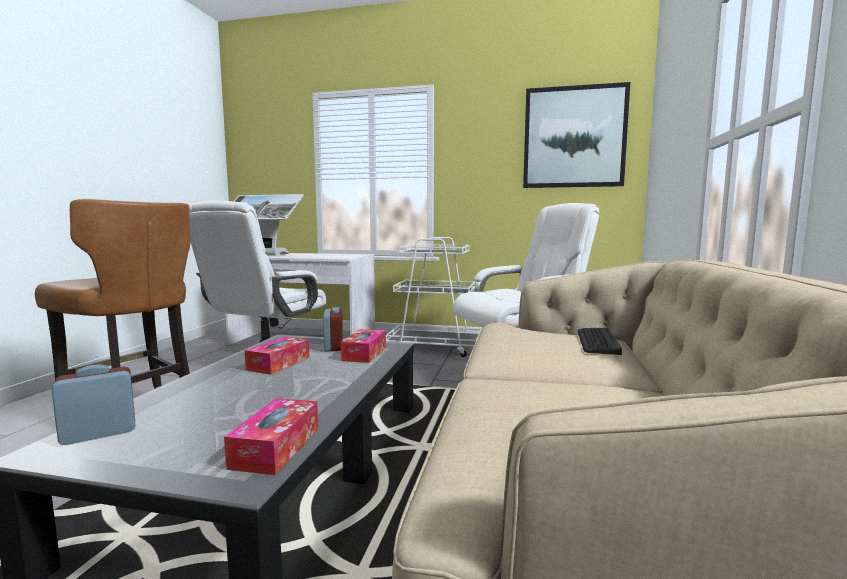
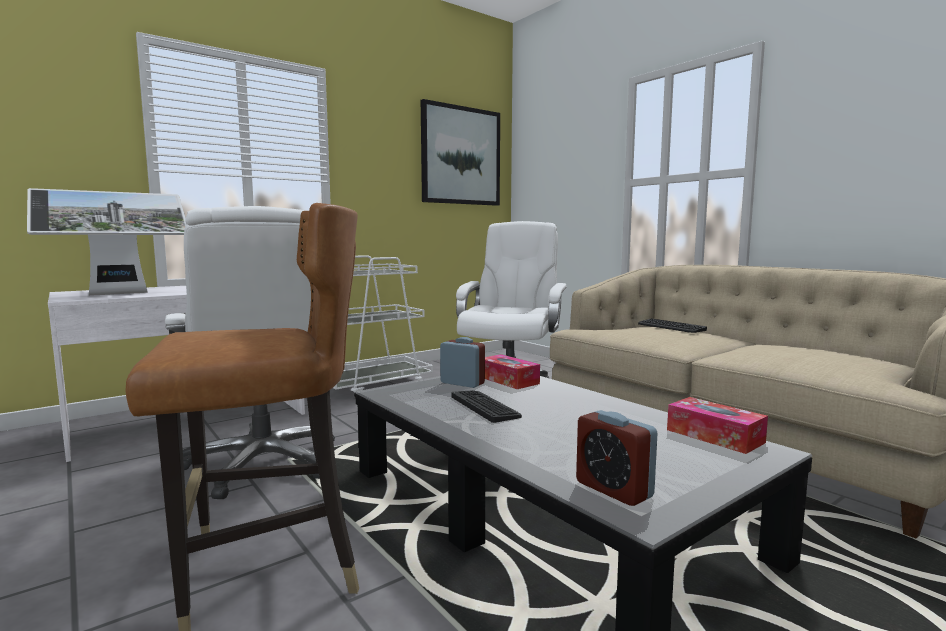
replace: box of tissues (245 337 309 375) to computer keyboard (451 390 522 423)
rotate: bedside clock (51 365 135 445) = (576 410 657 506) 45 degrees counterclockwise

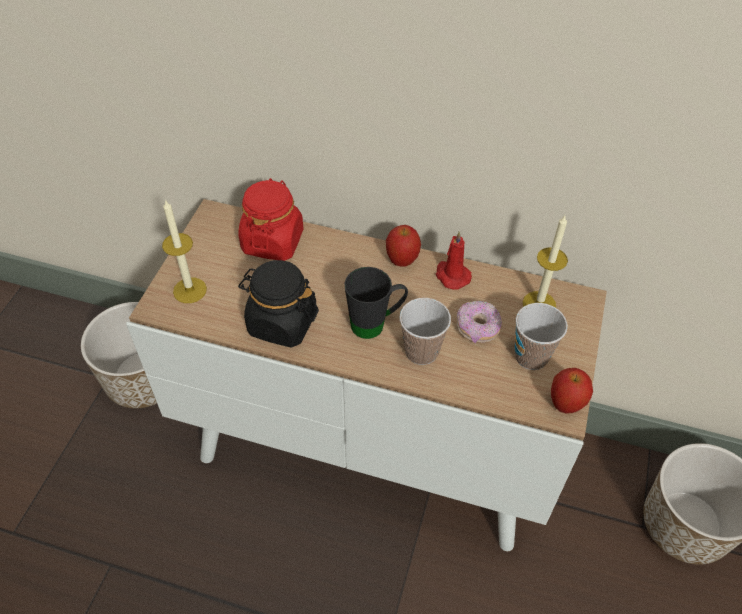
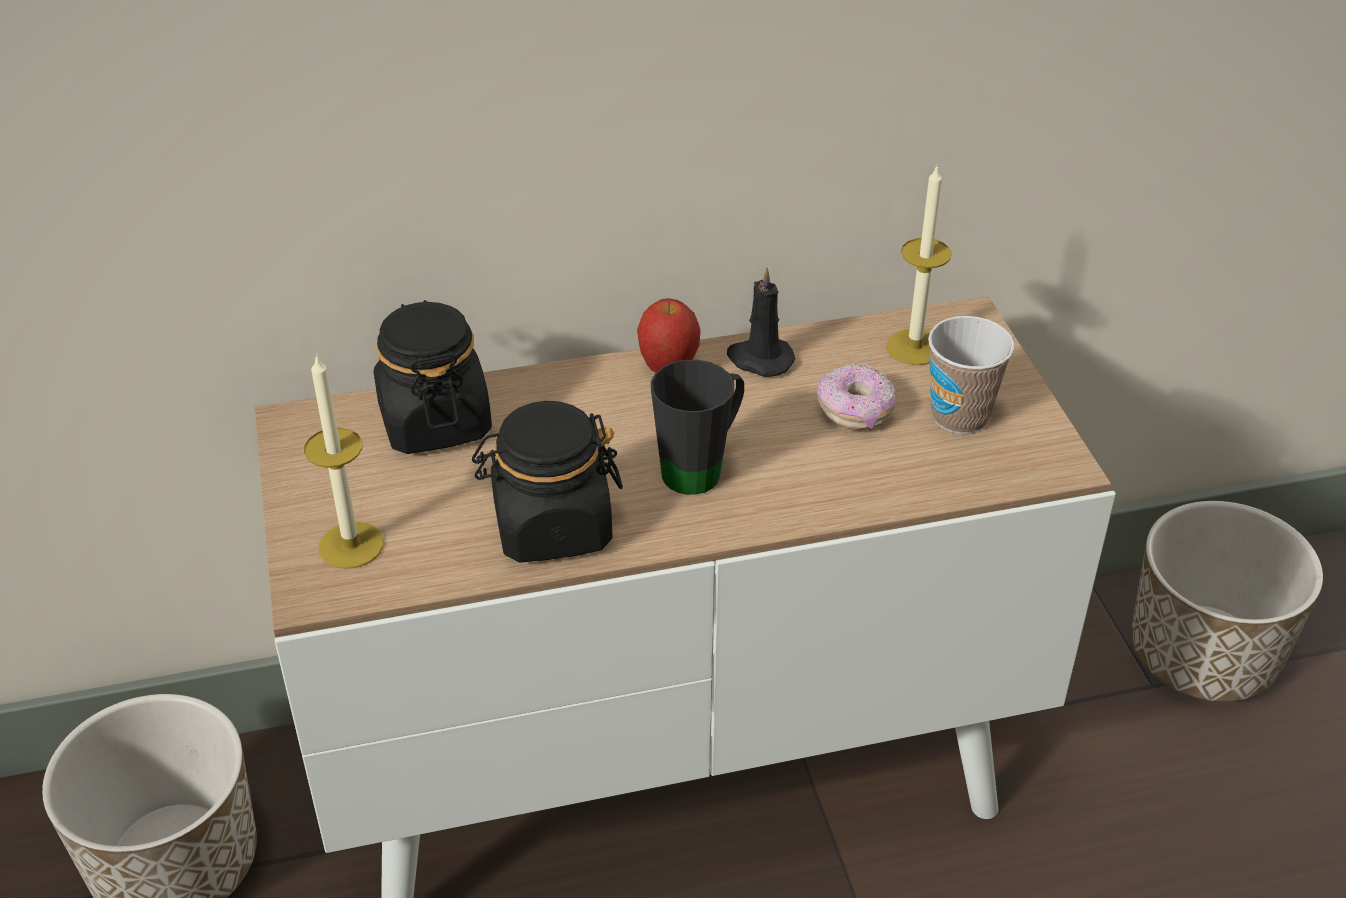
delete: cup (400 298 451 365); apple fruit (551 368 593 413)
recolor: storage jar (red-coloured) (238 178 303 261) to storage jar (blackish) (373 300 492 454); wax candle (red-coloured) (436 231 472 289) to wax candle (blackish) (727 266 796 377)

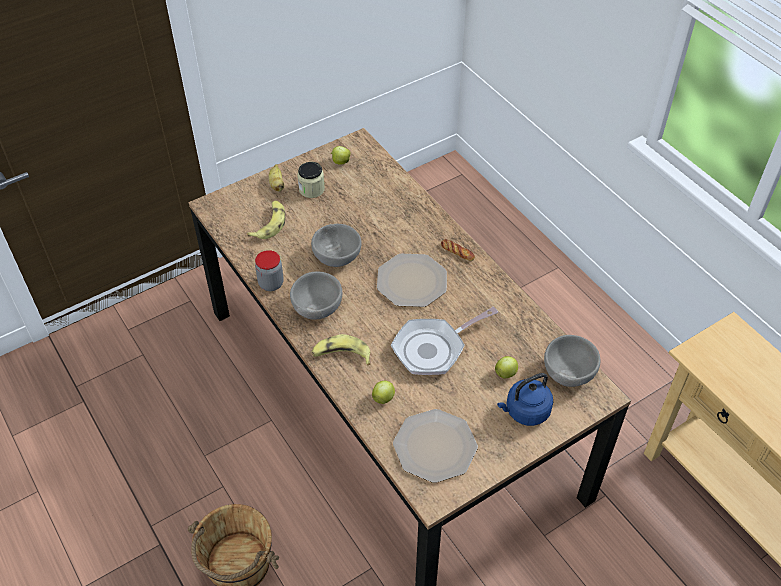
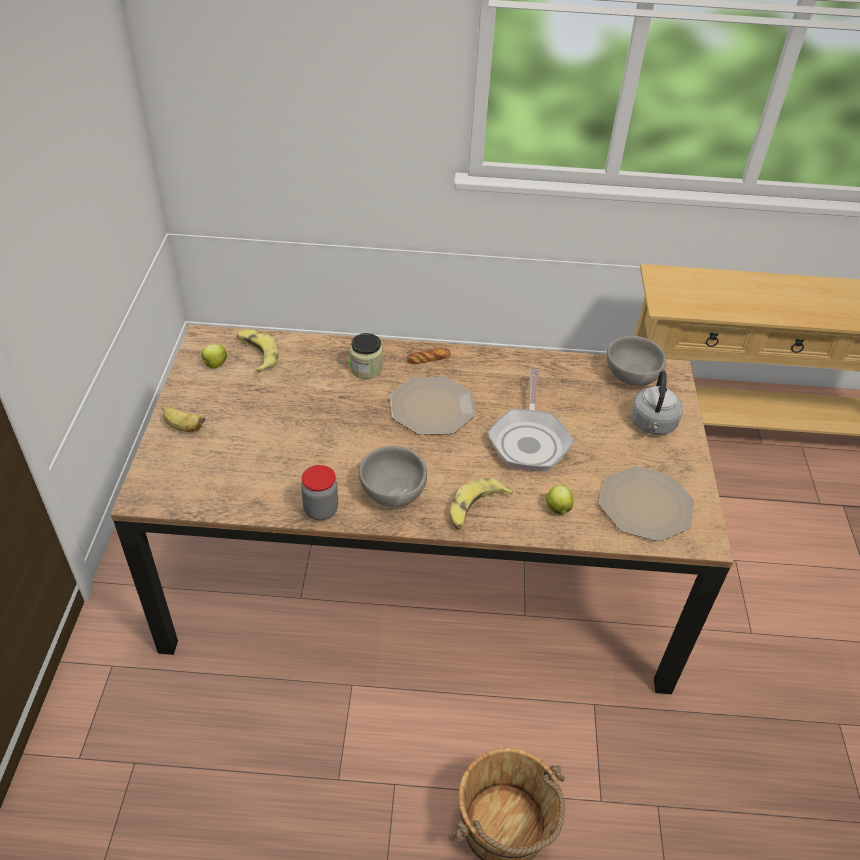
delete: serving bowl (gray) (311 224 362 267); apple fruit (495 356 518 379)
move: banana fruit (247 201 285 239) to (236 330 279 373); storage jar (297 162 325 198) to (350 333 383 379)
recolor: water kettle (blue) (497 373 553 426) to water kettle (gray) (631 370 683 435)

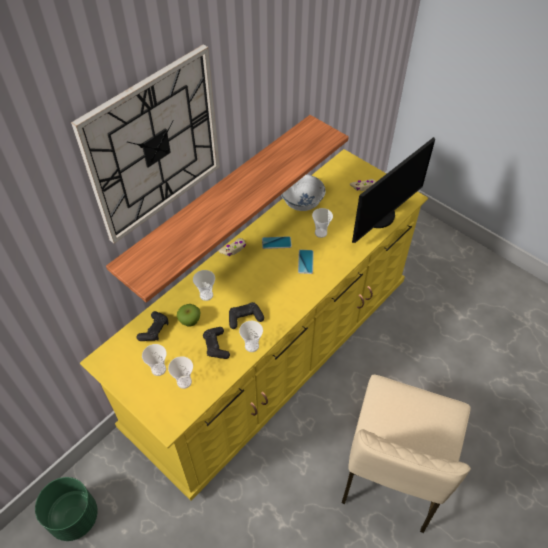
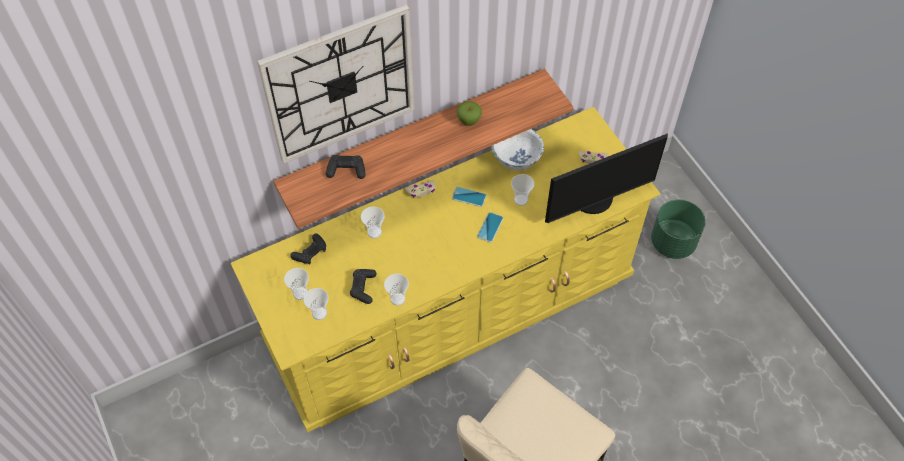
move: plant pot (greenish) (35 477 98 541) to (651 199 705 259); apple fruit (177 304 201 327) to (457 101 482 126); joypad (blackish) (229 302 264 329) to (326 155 366 179)

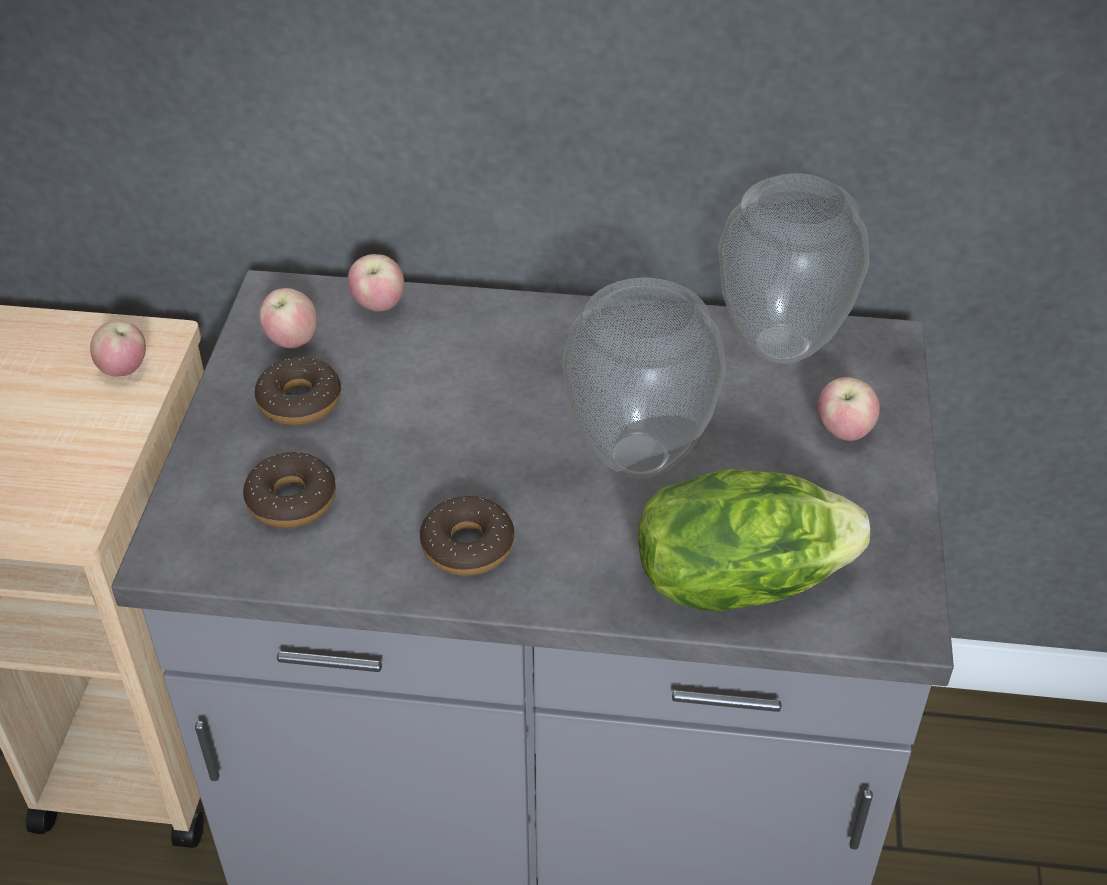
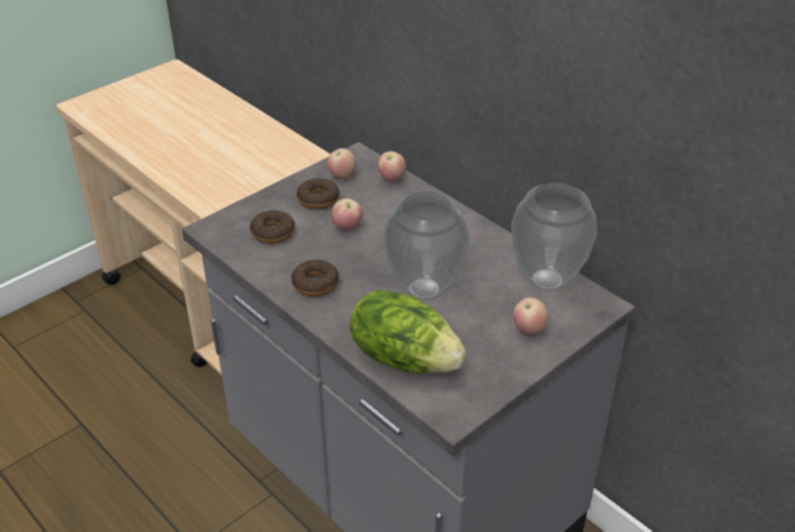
move: apple fruit (90 321 146 377) to (331 198 362 230)

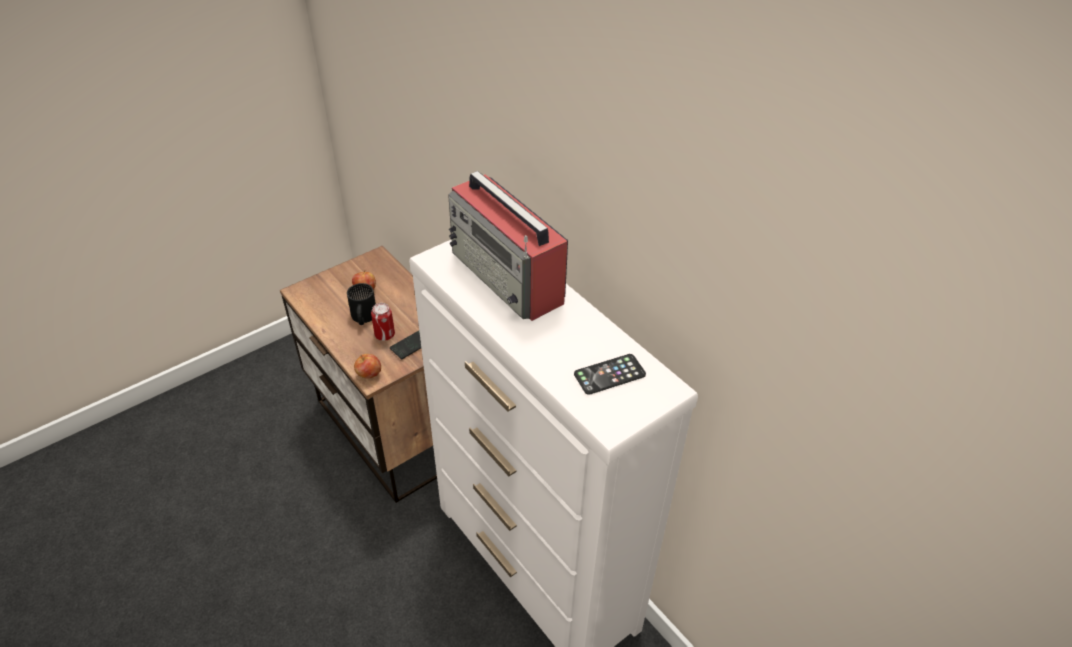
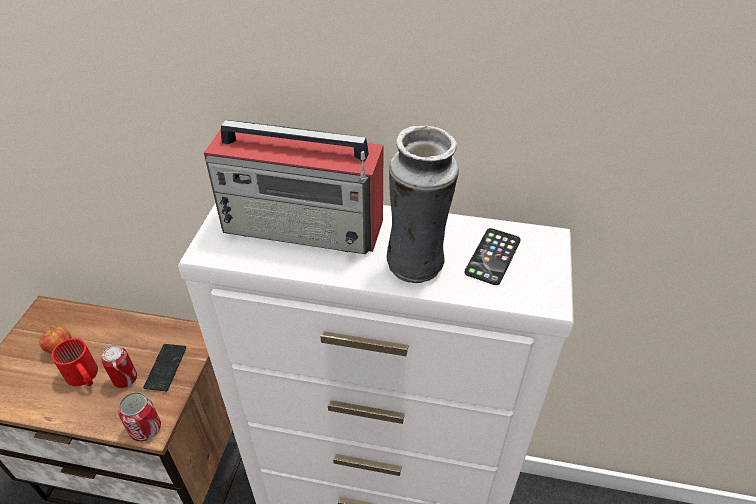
insert: flower vase (386 126 459 283)
replace: apple fruit (354 354 381 379) to sealed can (118 392 161 442)
recolor: coffee mug (blackish) (347 283 376 325) to coffee mug (red-coloured) (52 338 98 386)

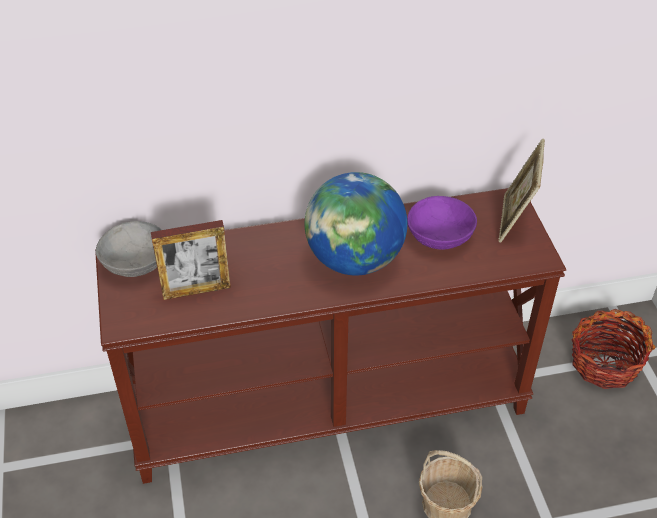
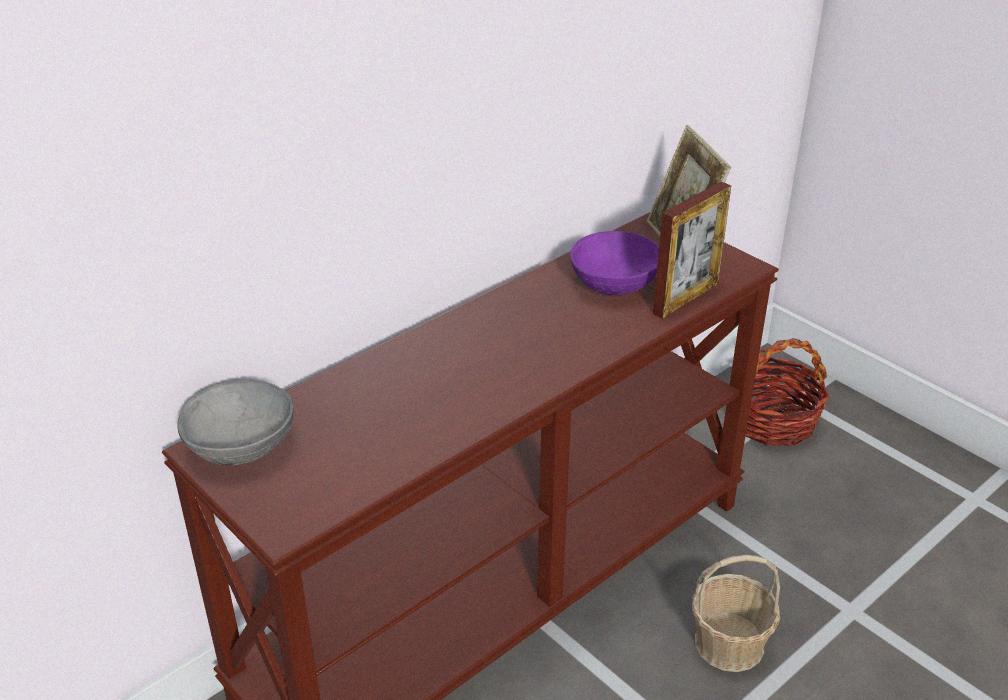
delete: world globe (305 172 407 276)
move: photo frame (151 220 231 300) to (653 181 731 319)

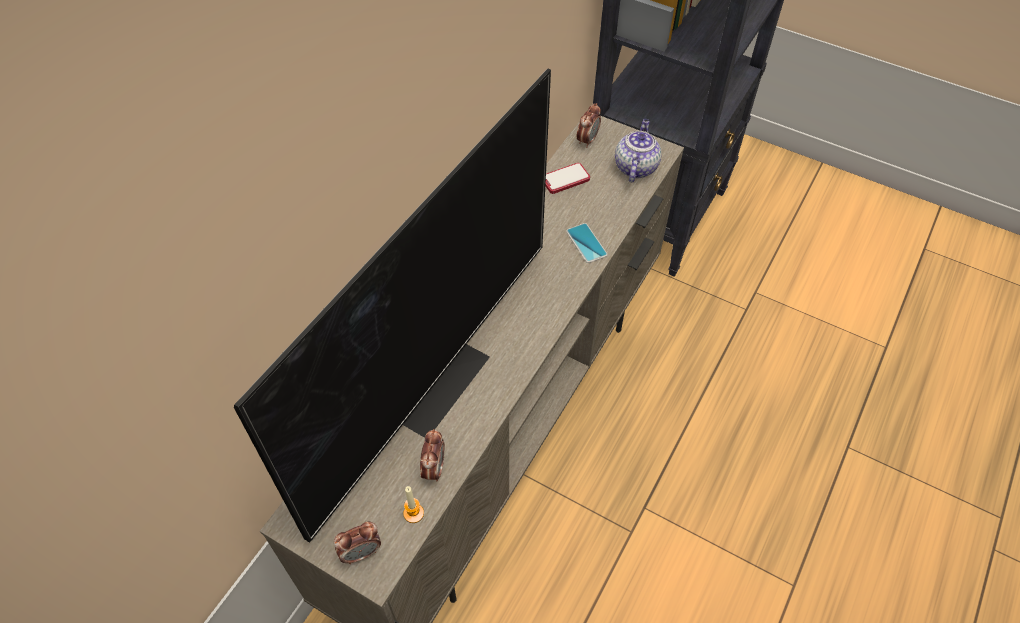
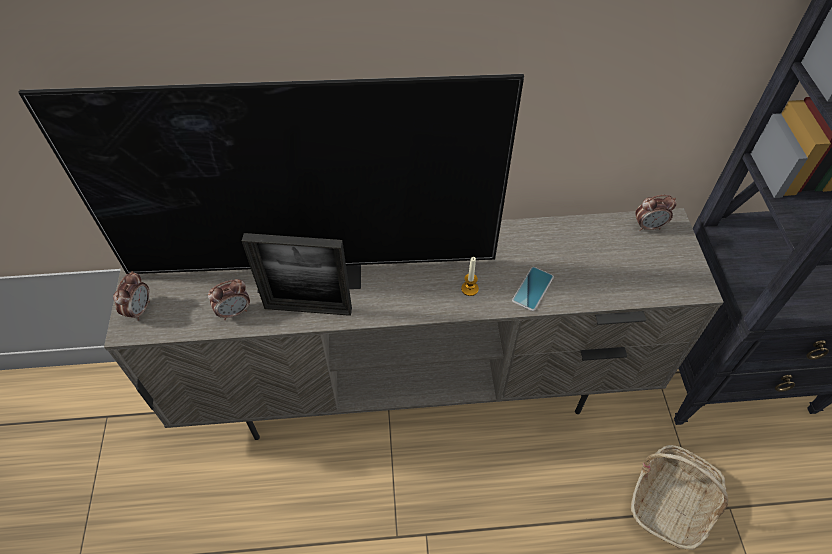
delete: phone (545 163 590 194); teapot (615 119 662 182)
insert: photo frame (242 233 352 316); household basket (631 445 728 550)
move: wax candle (403 486 424 523) to (461 257 479 296)
rotate: bedside clock (334 521 381 564) = (113 271 150 321) 105 degrees counterclockwise

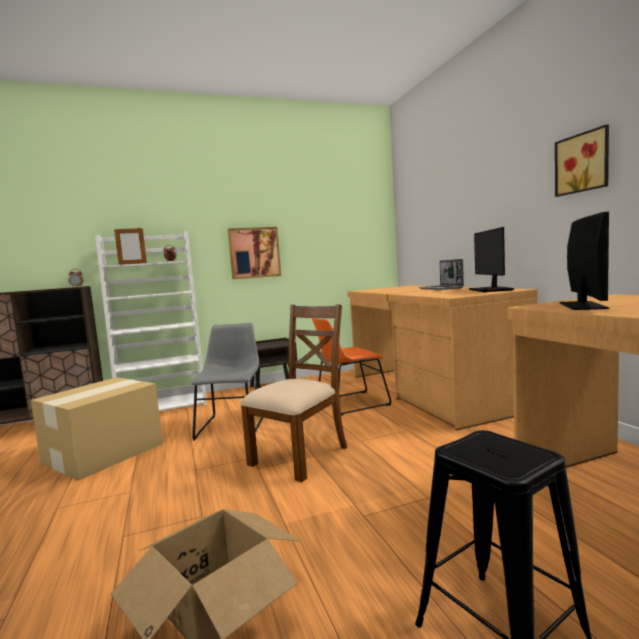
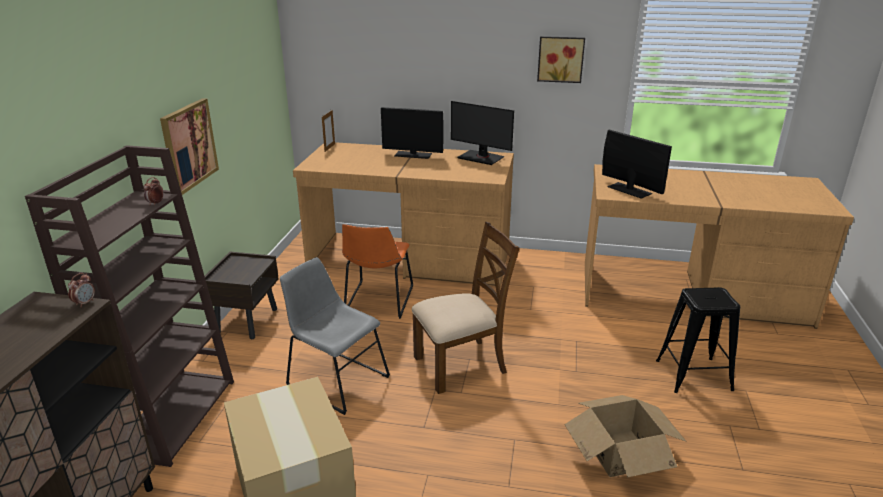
move: photo frame (114 228 147 265) to (322 110 335 152)
replace: portable computer (419 259 464 290) to monitor (381 107 444 159)
recolor: shelving unit (white) (95 232 207 411) to shelving unit (brown-coloured) (25 145 234 467)
rotate: plain chair (brown-coloured) (241 304 347 482) = (411 222 520 394) 90 degrees clockwise

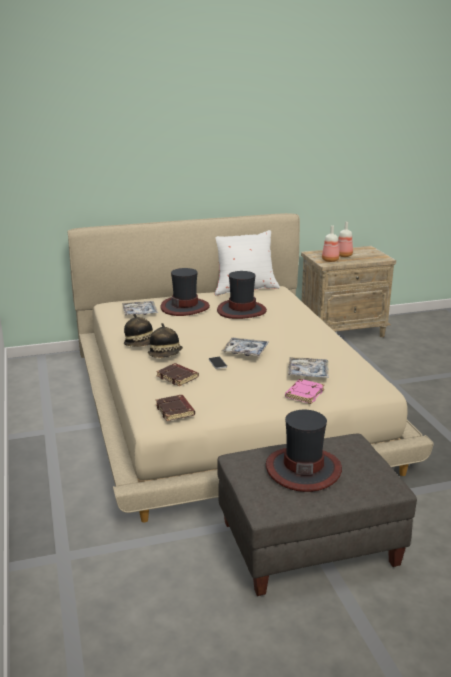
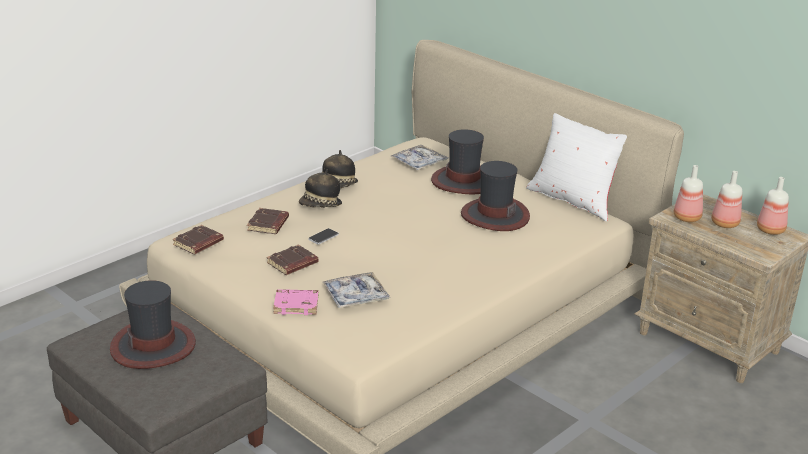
delete: serving tray (221 338 269 357)
insert: volume (brown-coloured) (267 244 318 275); beverage bottle (757 177 789 235)

